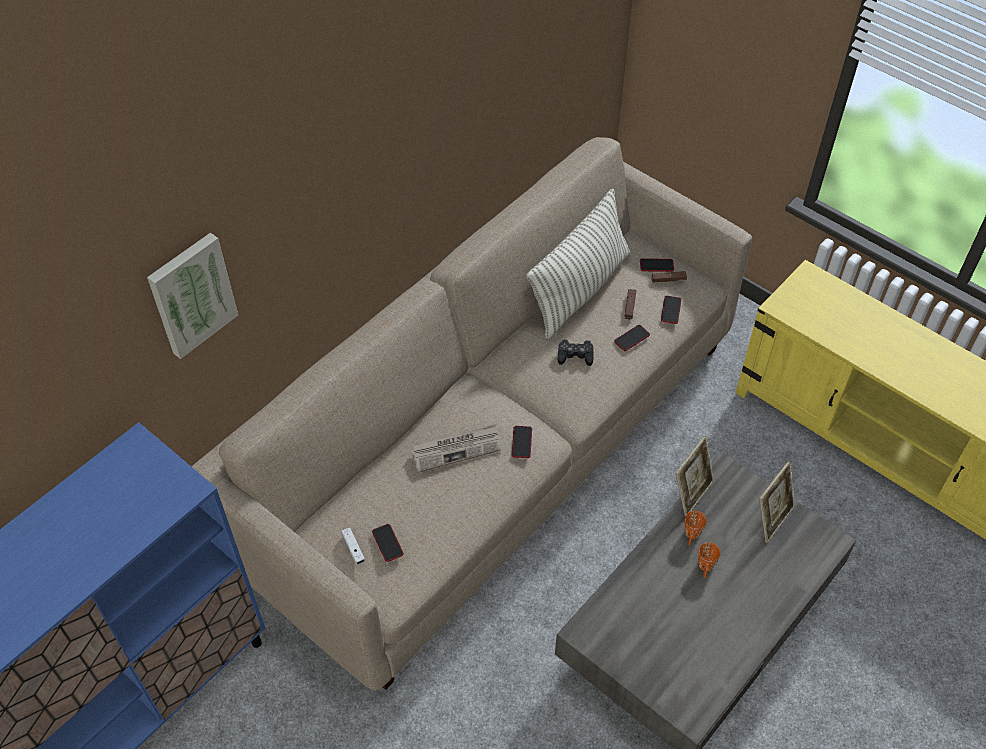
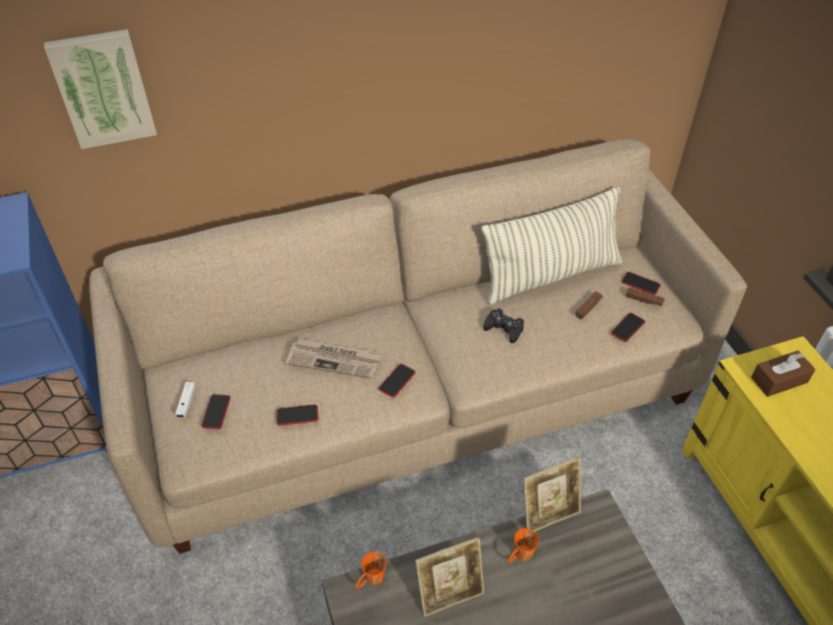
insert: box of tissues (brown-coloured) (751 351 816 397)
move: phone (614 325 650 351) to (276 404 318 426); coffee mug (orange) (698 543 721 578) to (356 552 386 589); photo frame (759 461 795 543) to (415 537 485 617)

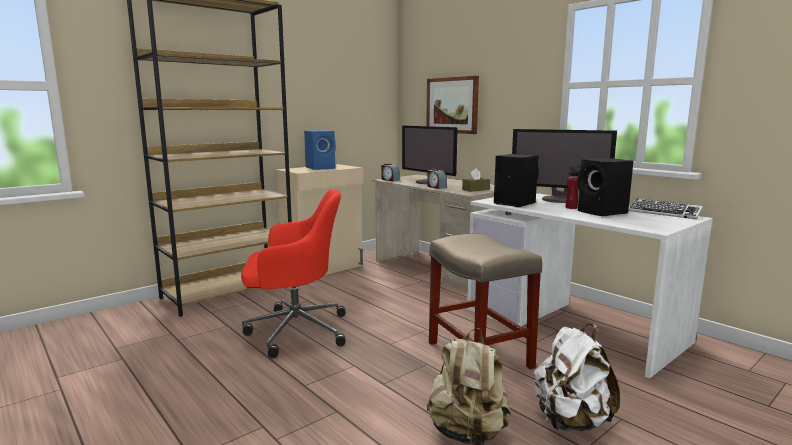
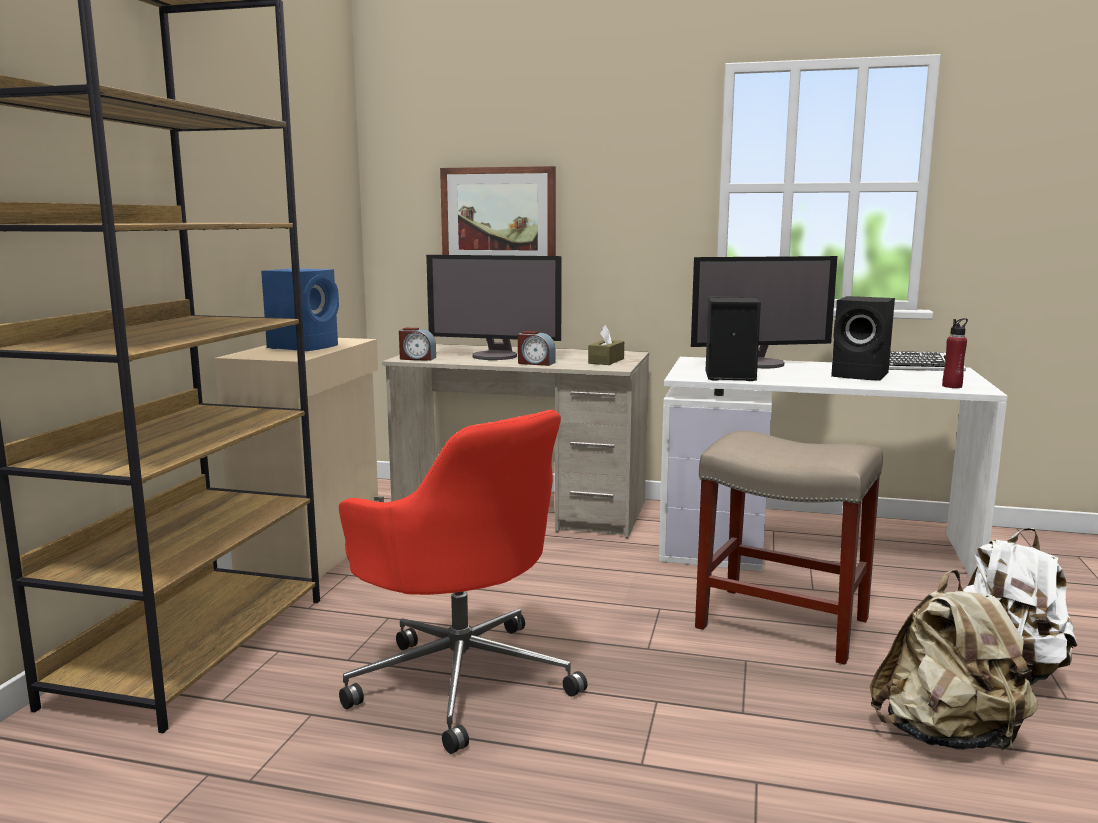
move: beverage bottle (red-coloured) (566 166 581 209) to (942 318 968 388)
rotate: desk chair (red-coloured) (241 189 346 358) = (339 410 587 754) 90 degrees clockwise

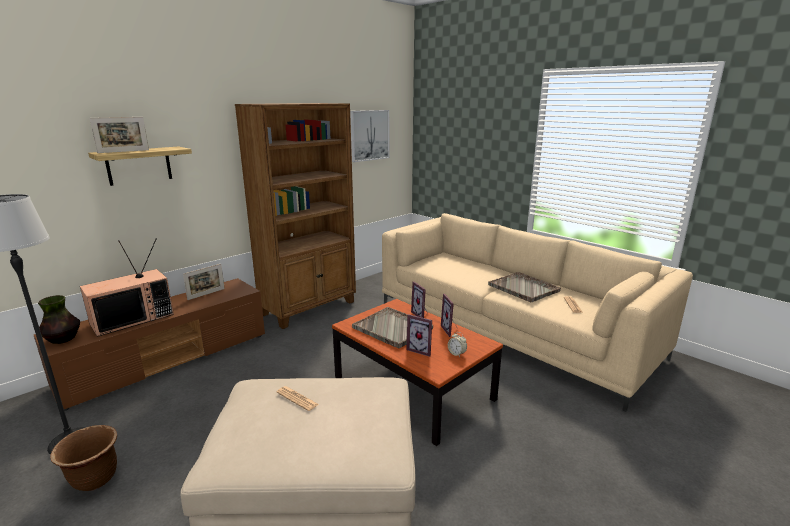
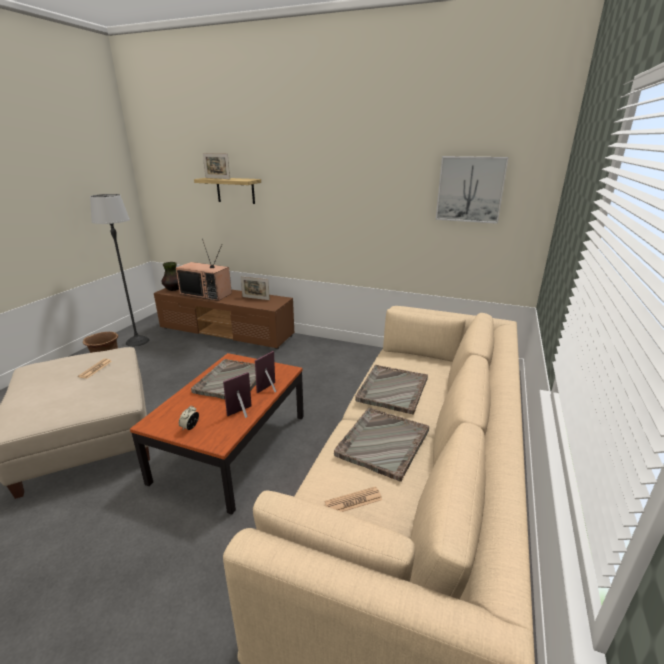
delete: shelving unit (brown-coloured) (235 103 356 329); photo frame (406 314 432 357)
insert: serving tray (gray) (355 365 428 415)

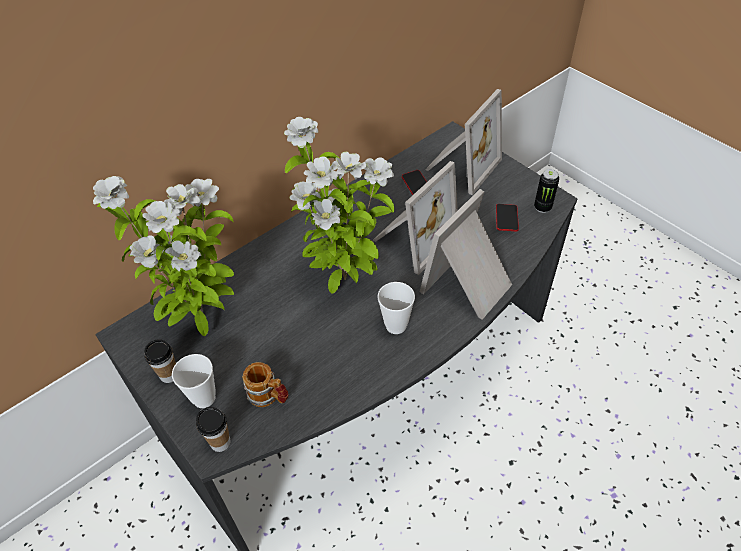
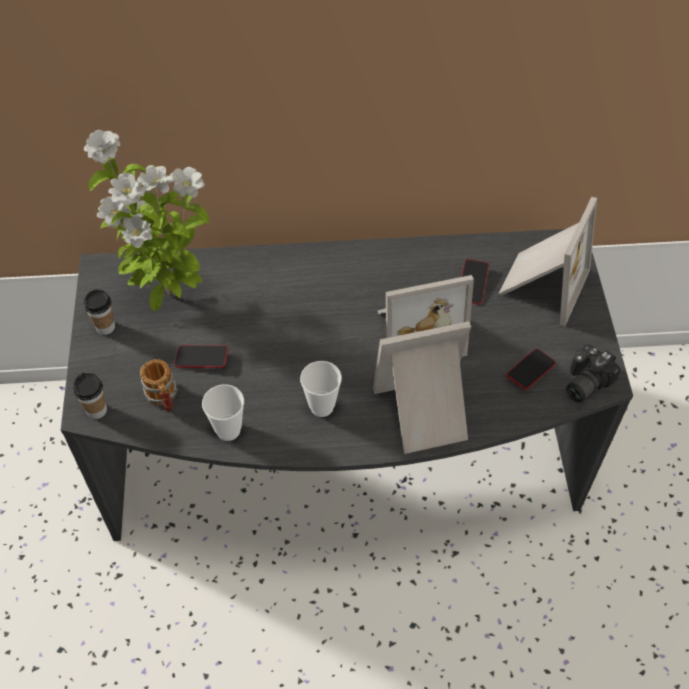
delete: houseplant (284 117 394 293)
insert: phone (174 345 229 368)
move: cup (172 354 216 408) to (202 384 244 441)
replace: sealed can (534 169 559 213) to still camera (566 344 621 402)
rotate: photo frame (425 89 502 195) = (498 197 597 326) 45 degrees counterclockwise

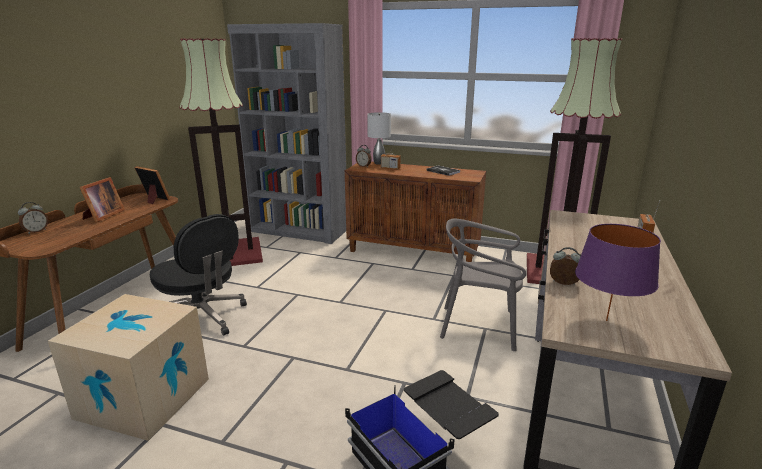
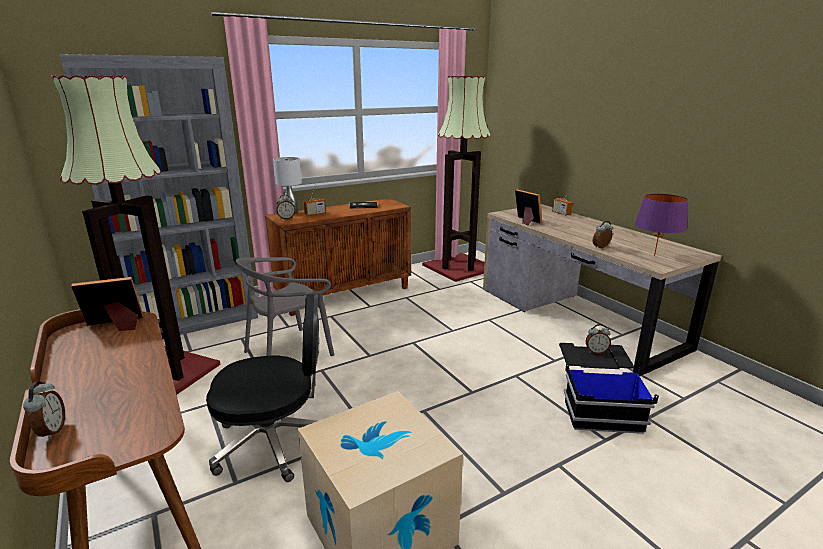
insert: bedside clock (586 324 611 354)
move: photo frame (80 177 125 222) to (515 189 542 225); plain chair (gray) (440 219 526 351) to (236 257 335 356)

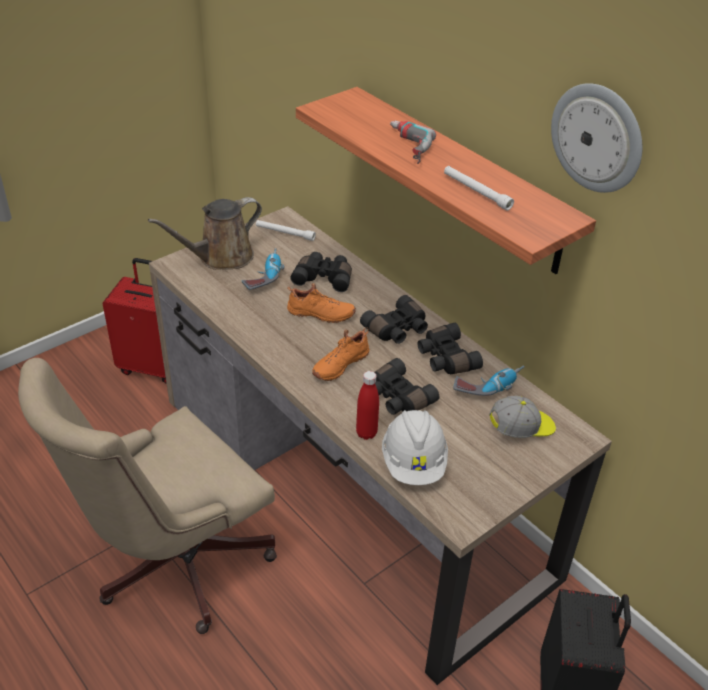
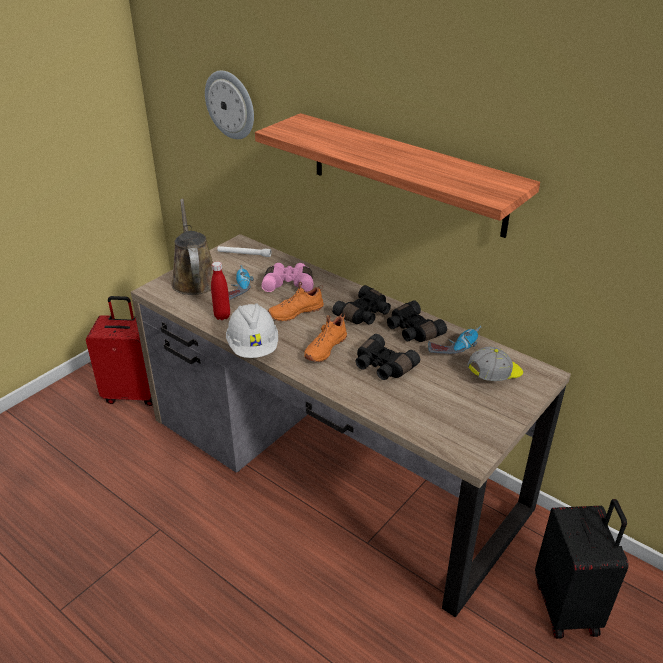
delete: desk chair (beige) (18 358 277 634); power drill (390 120 436 164); torch (white) (444 166 514 211)
move: beverage bottle (red-coloured) (356 371 379 440) to (211 261 230 320); work helmet (white) (382 410 448 485) to (226 303 278 358); clock on the wall (551 83 643 193) to (205 70 254 139)
recolor: binoculars (blackish) (290 252 352 292) to binoculars (pink-coloured) (262 263 314 292)
rotate: watering pot (brown-coloured) (148 197 262 270) = (171 198 213 295) 120 degrees clockwise; item of footwear (orange) (287 283 356 323) = (268 282 324 322) 150 degrees clockwise

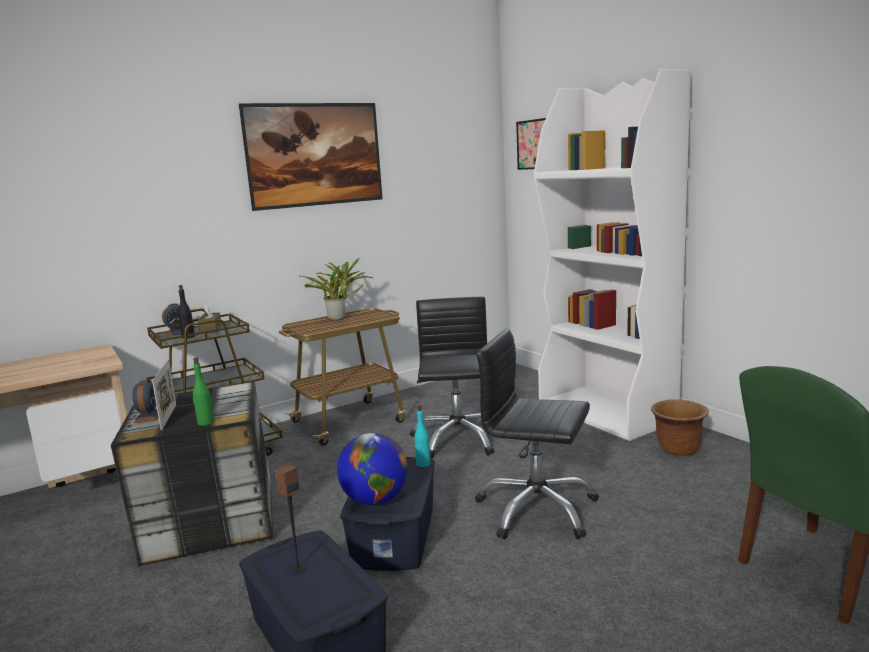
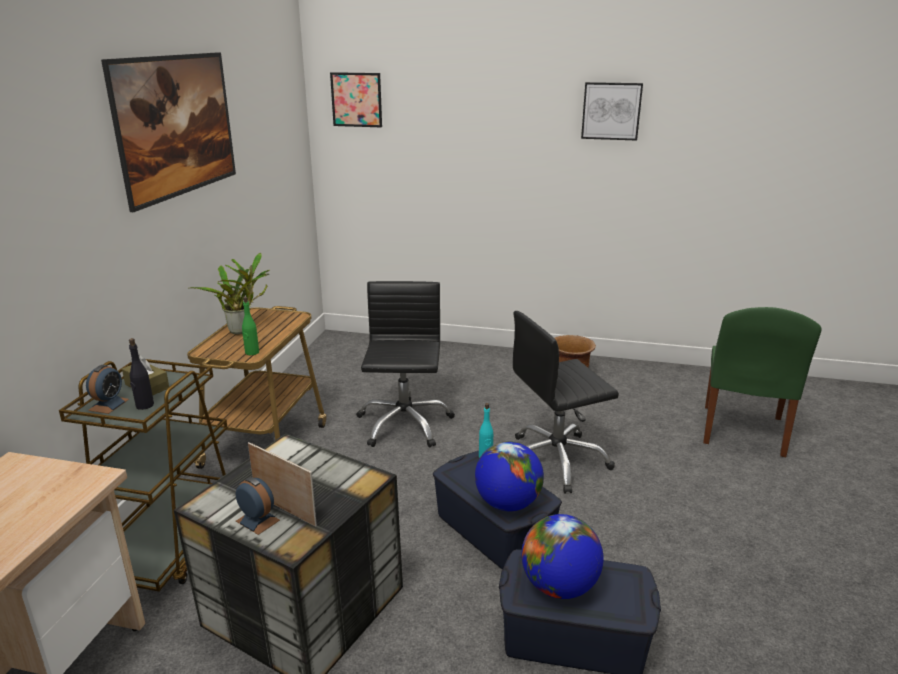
delete: shelving unit (white) (534 69 691 441)
insert: wall art (581 82 643 141)
move: beverage bottle (greenish) (193 358 214 426) to (242 297 259 355)
replace: loudspeaker (275 464 306 574) to world globe (522 514 604 599)
rotate: desk chair (blackish) (410 297 494 458) = (357 281 455 448) 45 degrees clockwise

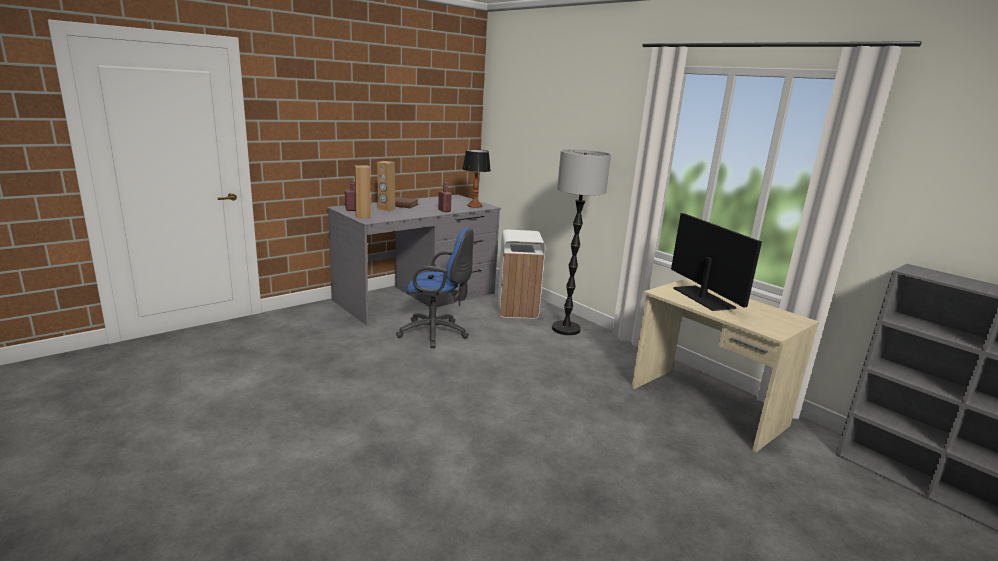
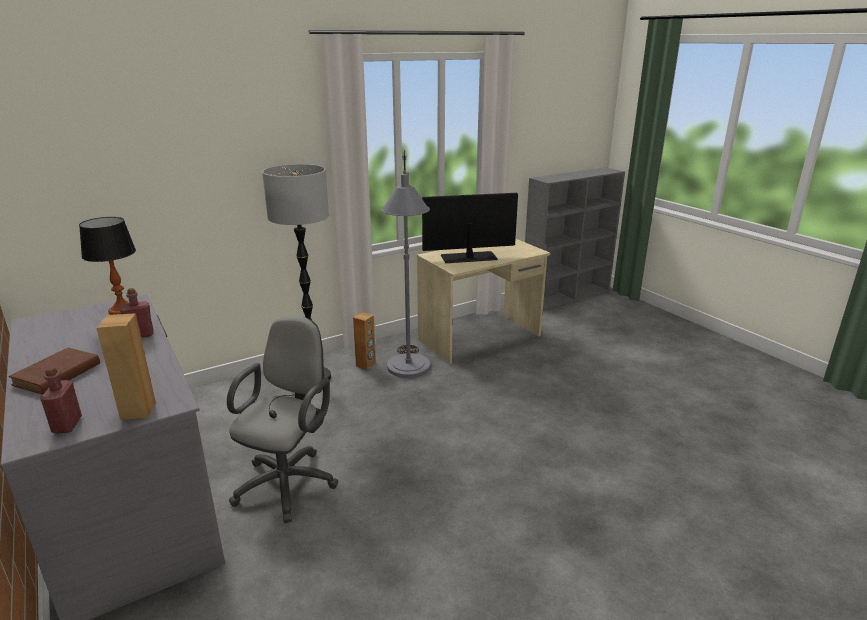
delete: trash can (white) (498 230 545 319)
insert: standard lamp (gray) (381 150 430 378)
move: loudspeaker (brown-coloured) (377 161 395 211) to (353 312 376 370)
recolor: desk chair (blue) (396 228 474 348) to desk chair (gray) (227 316 338 523)

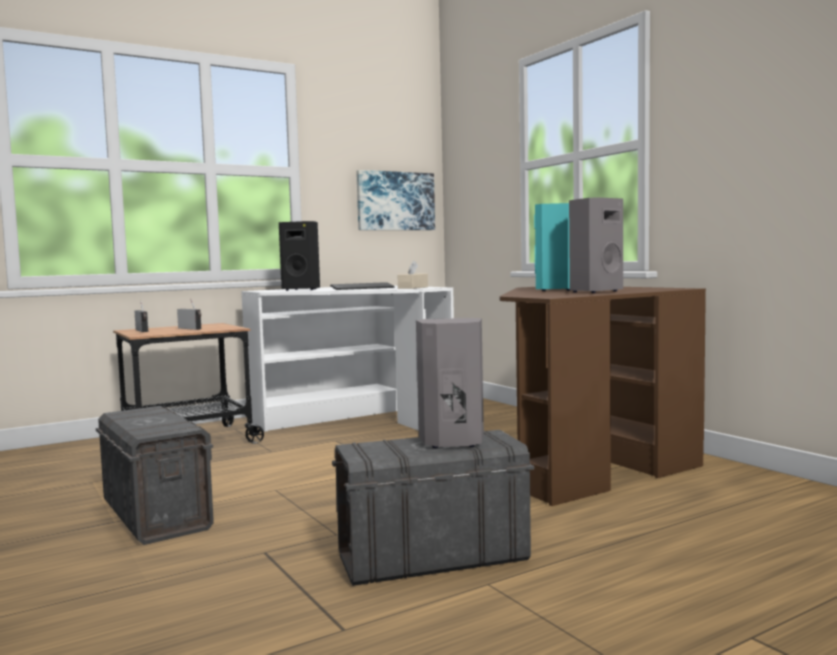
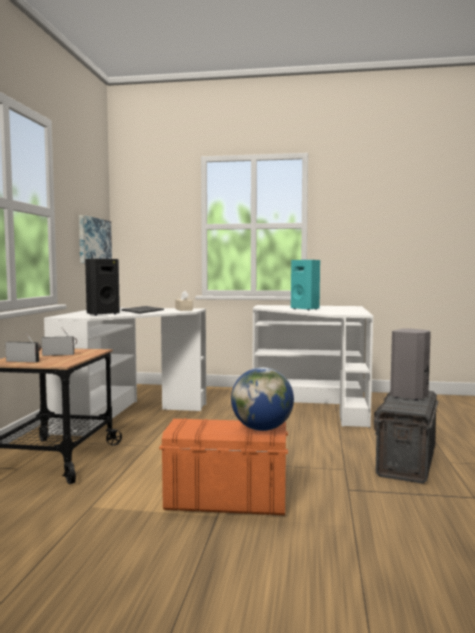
delete: loudspeaker (gray) (569 197 623 293)
insert: world globe (231 367 294 431)
recolor: storage box (gray) (96 406 213 545) to storage box (orange) (159 418 288 515); desk (brown-coloured) (500 287 706 506) to desk (white) (253 305 373 428)

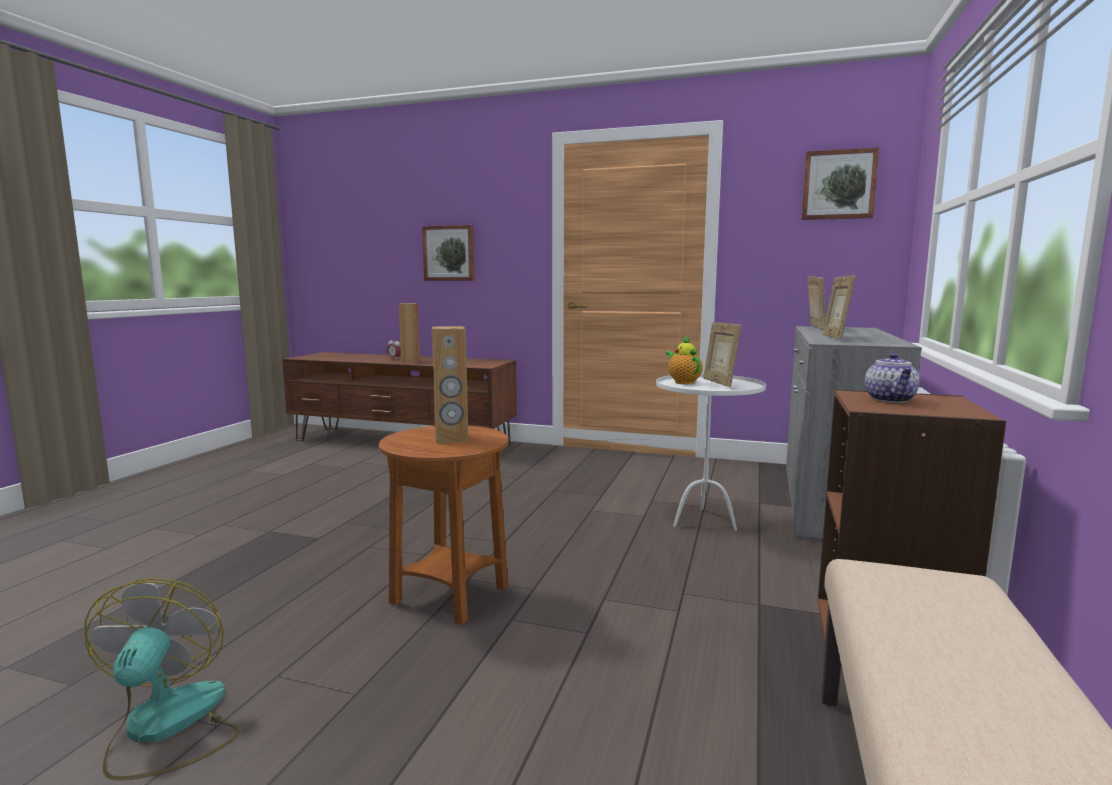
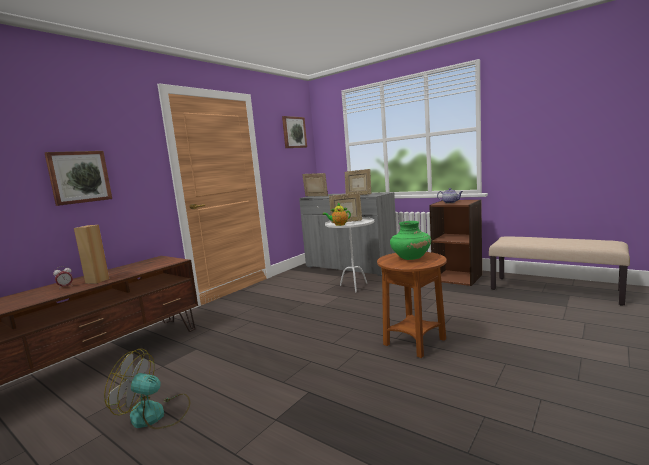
move: electric fan (85 578 239 781) to (104 349 190 429)
replace: loudspeaker (brown-coloured) (432 326 468 443) to flower vase (greenish) (390 221 431 260)

